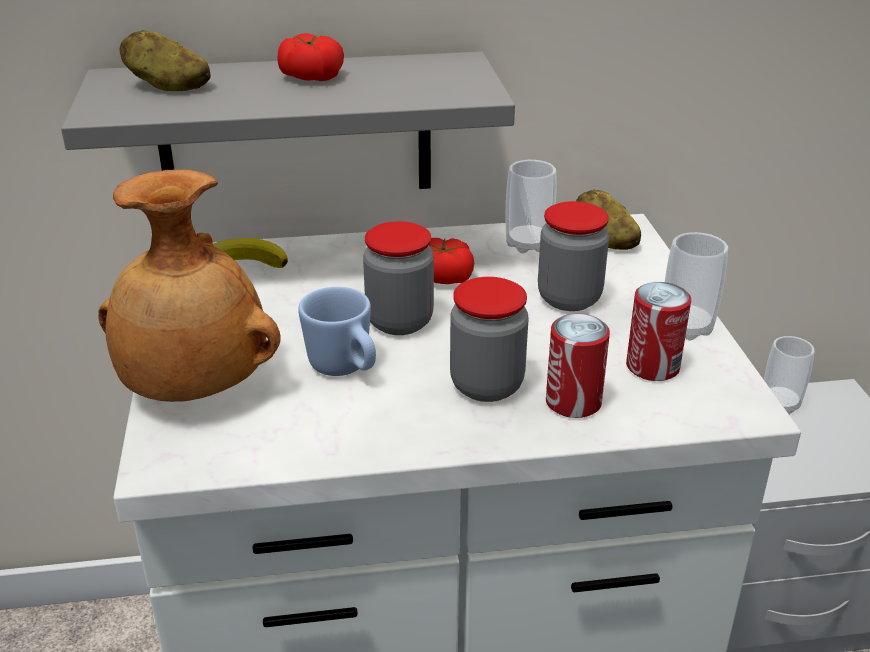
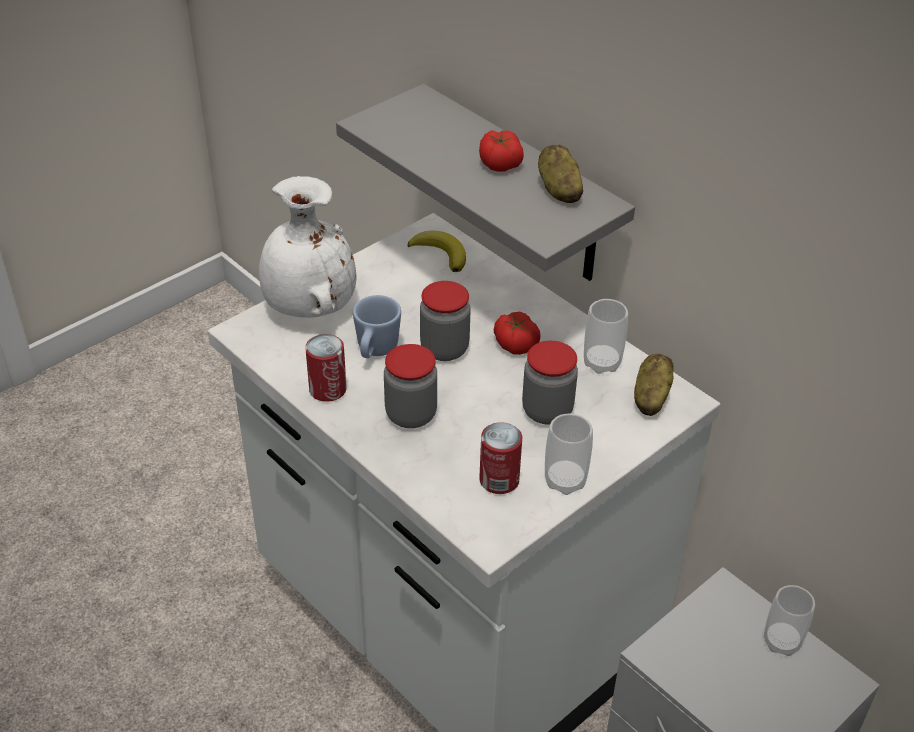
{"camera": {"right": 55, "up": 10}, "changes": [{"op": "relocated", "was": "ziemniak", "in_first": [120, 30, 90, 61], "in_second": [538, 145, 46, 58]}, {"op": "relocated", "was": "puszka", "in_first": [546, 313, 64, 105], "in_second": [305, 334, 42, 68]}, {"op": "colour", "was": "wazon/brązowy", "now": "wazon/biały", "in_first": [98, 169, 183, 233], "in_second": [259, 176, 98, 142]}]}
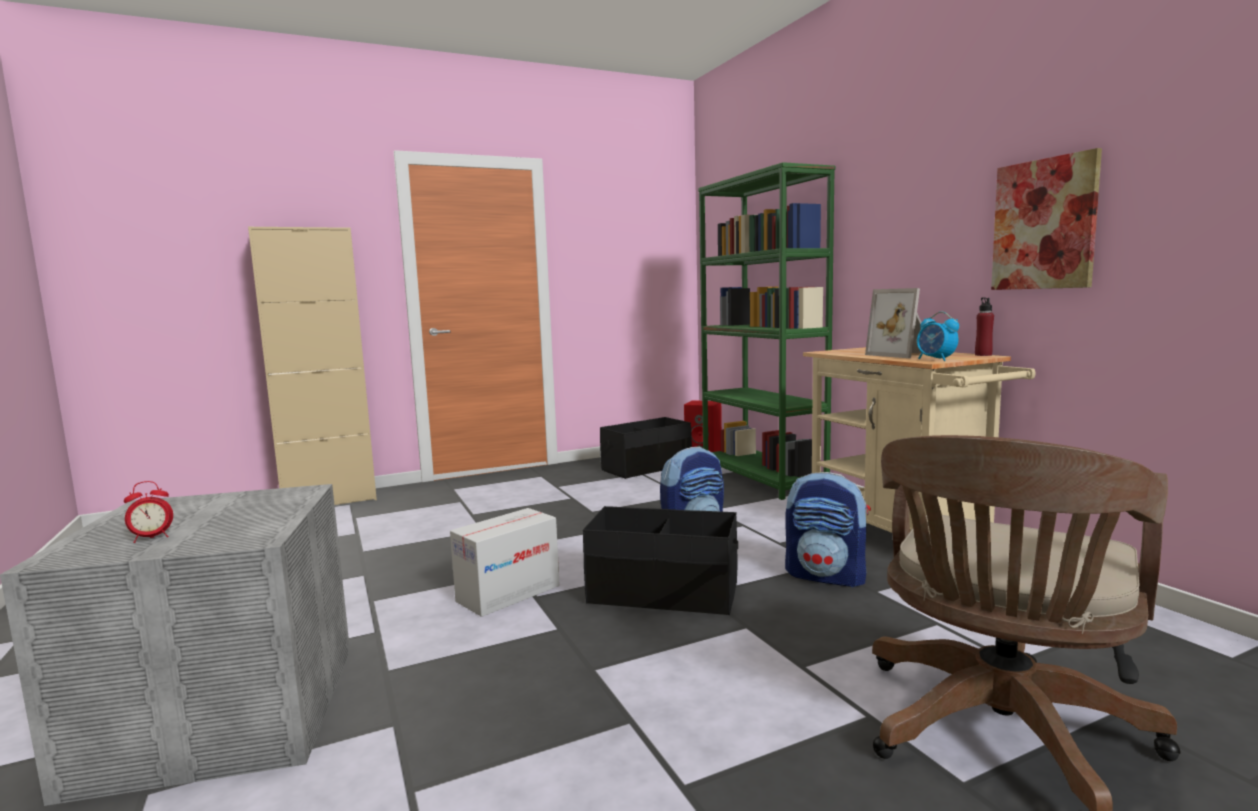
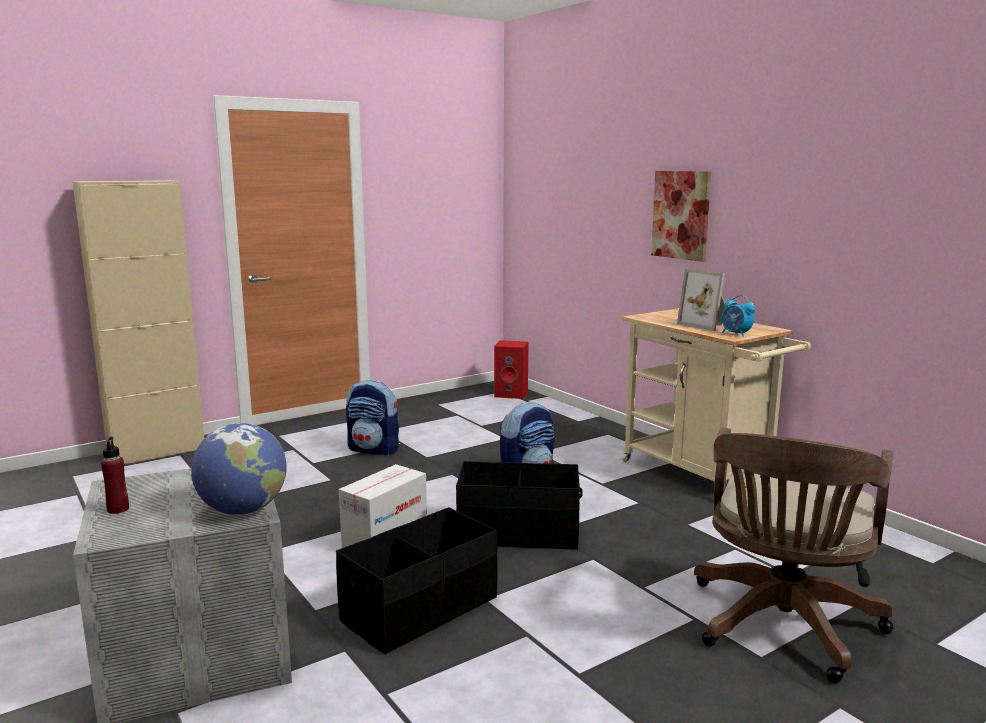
{"camera": {"right": -10, "up": 5}, "changes": [{"op": "missing", "was": "budzik", "in_first": [124, 481, 49, 62]}, {"op": "missing", "was": "regał/zielony", "in_first": [698, 162, 137, 338]}, {"op": "appeared", "now": "globus", "in_second": [191, 423, 96, 92]}, {"op": "relocated", "was": "pojemnik do przechowywania/czarny", "in_first": [600, 417, 92, 62], "in_second": [336, 507, 162, 147]}, {"op": "relocated", "was": "plecak", "in_first": [785, 472, 86, 115], "in_second": [346, 380, 53, 76]}, {"op": "relocated", "was": "butelka/czerwony", "in_first": [975, 297, 19, 59], "in_second": [101, 436, 28, 78]}, {"op": "relocated", "was": "obraz", "in_first": [991, 148, 111, 142], "in_second": [651, 171, 60, 91]}]}
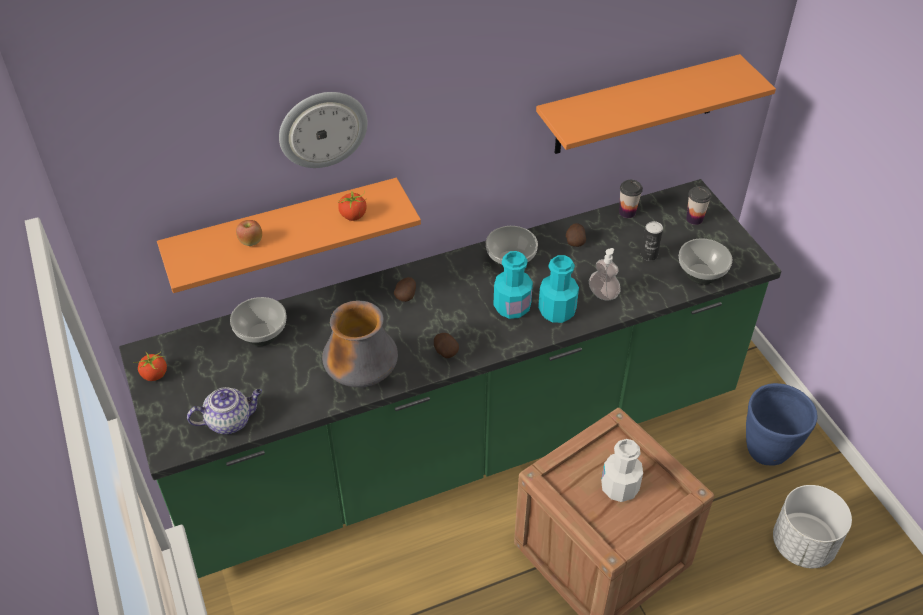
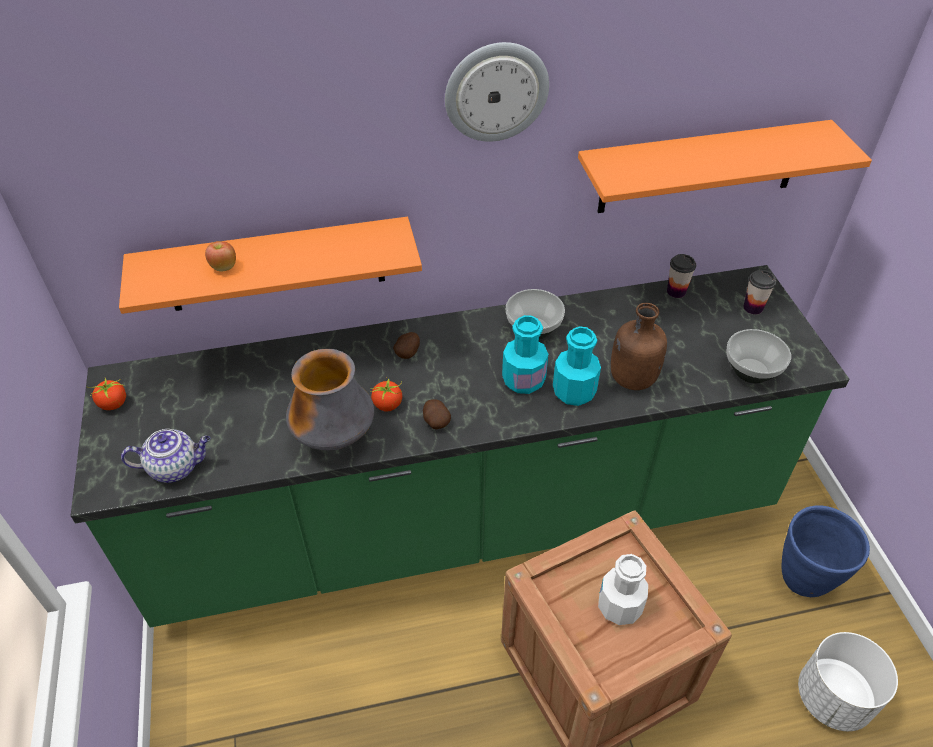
{"camera": {"right": 10, "up": 0}, "changes": [{"op": "missing", "was": "miska", "in_first": [230, 297, 57, 49]}, {"op": "missing", "was": "ziemniak", "in_first": [566, 223, 20, 24]}, {"op": "missing", "was": "puszka", "in_first": [641, 221, 22, 40]}, {"op": "relocated", "was": "zegar ścienny", "in_first": [279, 92, 89, 76], "in_second": [445, 42, 104, 100]}, {"op": "relocated", "was": "pomidor", "in_first": [338, 190, 29, 31], "in_second": [370, 377, 32, 35]}, {"op": "exchanged", "was": "dozownik mydła", "now": "butelka/brązowy", "in_first": [589, 248, 32, 53], "in_second": [611, 303, 56, 87]}]}
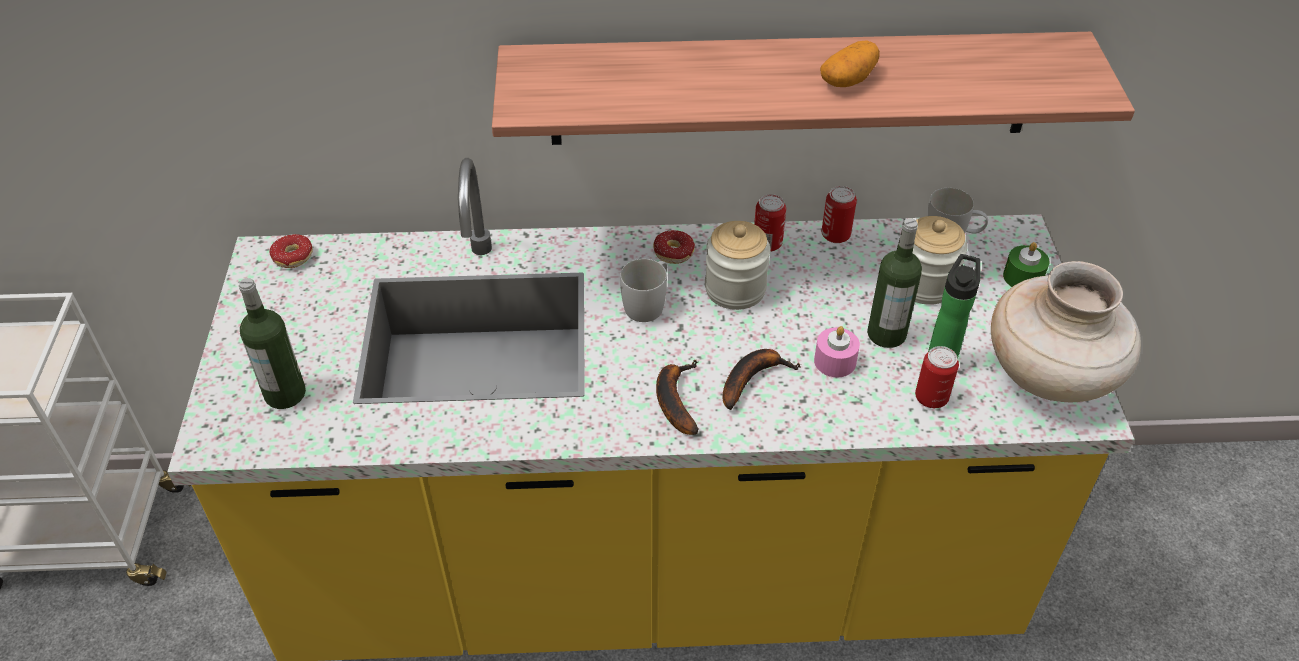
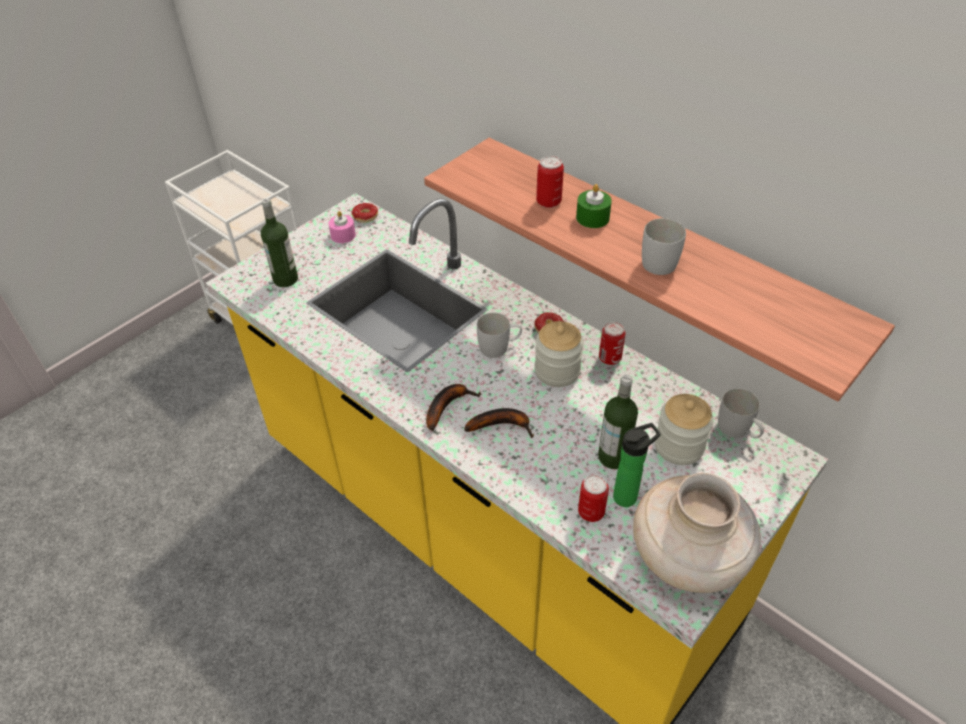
{"camera": {"right": 45, "up": 0}, "changes": [{"op": "relocated", "was": "świeca/różowy", "in_first": [814, 326, 46, 51], "in_second": [328, 211, 28, 32]}, {"op": "relocated", "was": "puszka", "in_first": [822, 186, 35, 57], "in_second": [536, 156, 28, 52]}, {"op": "relocated", "was": "świeca/zielony", "in_first": [1003, 242, 47, 45], "in_second": [576, 184, 36, 44]}, {"op": "exchanged", "was": "ziemniak", "now": "kubek/biały", "in_first": [820, 40, 60, 47], "in_second": [642, 218, 44, 57]}]}
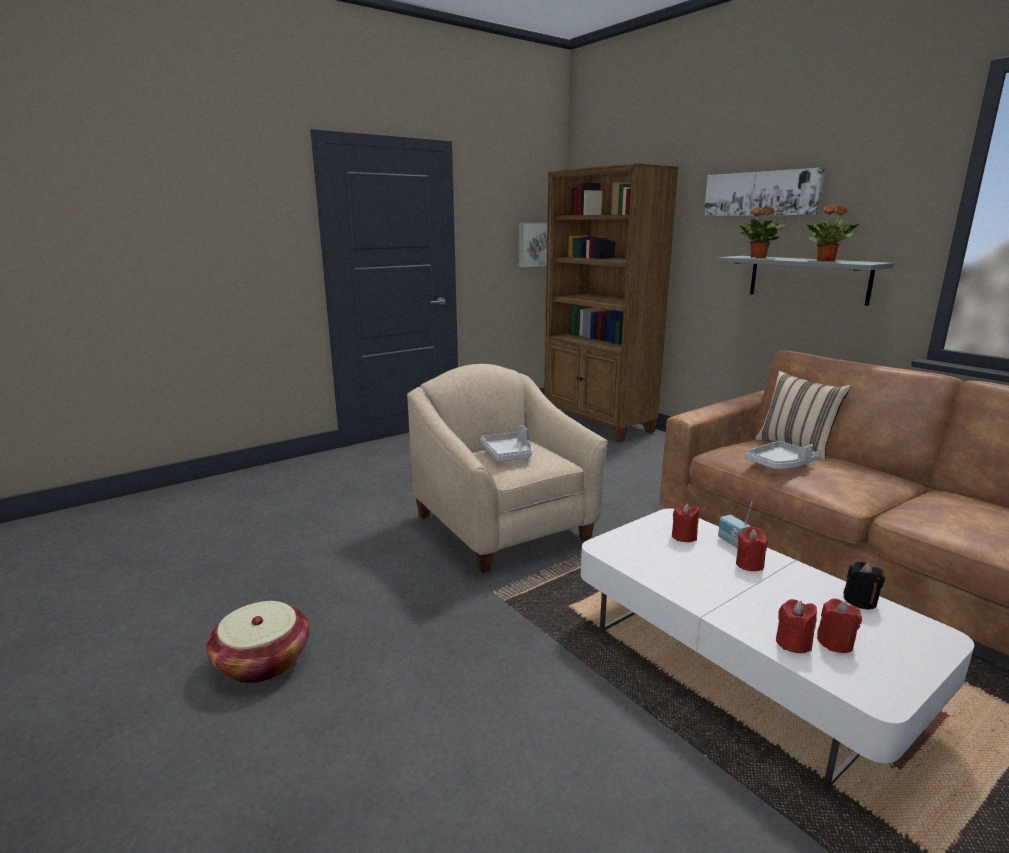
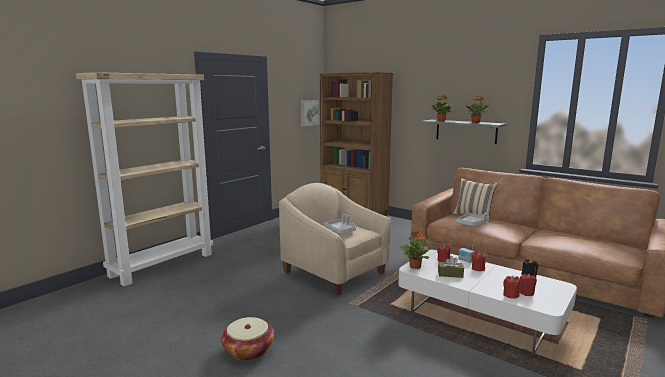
{"camera": {"right": -15, "up": -5}, "changes": [{"op": "missing", "was": "obraz", "in_first": [704, 168, 121, 48]}, {"op": "appeared", "now": "regał/beżowy", "in_second": [76, 72, 137, 214]}, {"op": "appeared", "now": "roślina doniczkowa", "in_second": [400, 231, 31, 38]}, {"op": "appeared", "now": "pudełko chusteczek/brązowy", "in_second": [438, 256, 26, 22]}]}
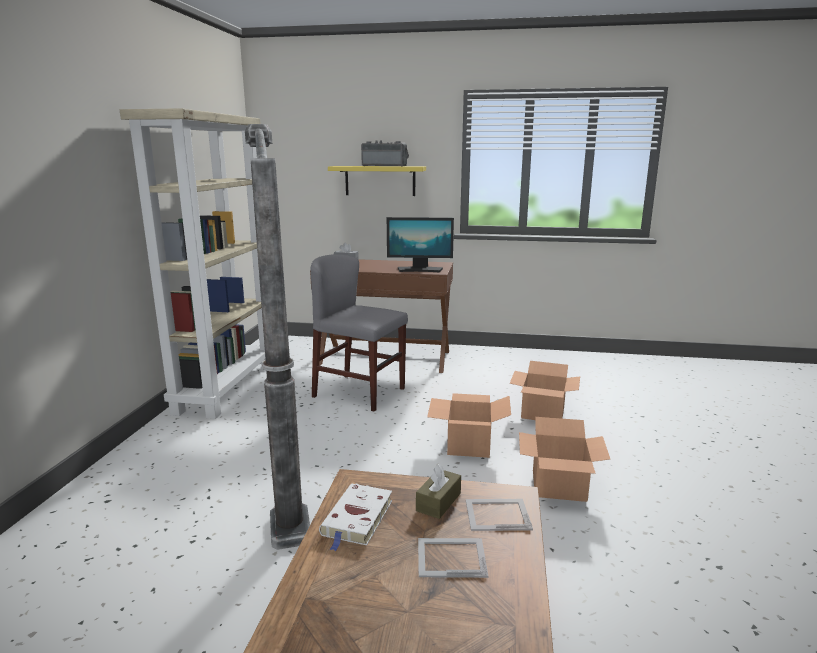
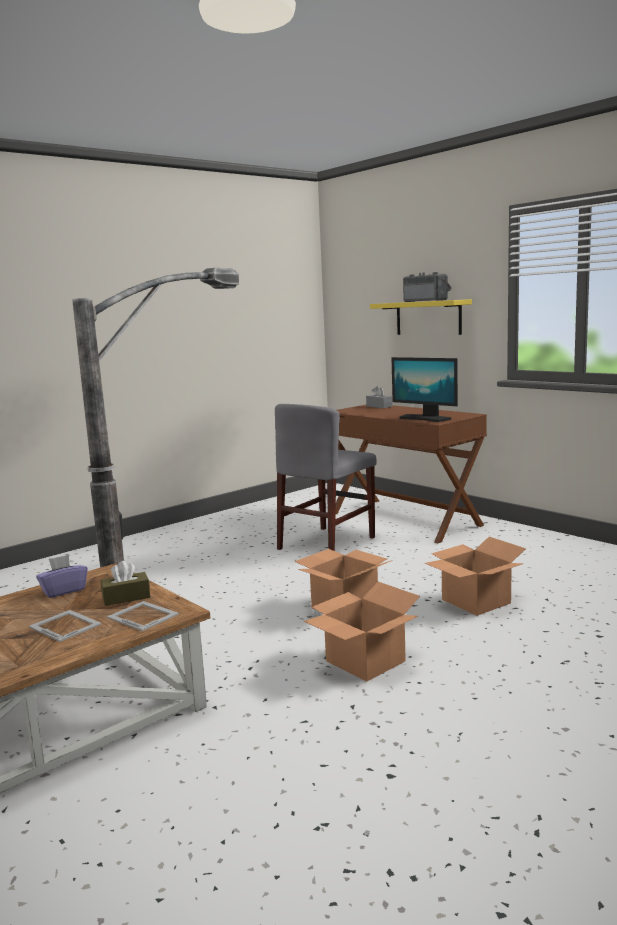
{"camera": {"right": 40, "up": -5}, "changes": [{"op": "missing", "was": "regał/beżowy", "in_first": [120, 108, 146, 311]}, {"op": "exchanged", "was": "książka/biały", "now": "pudełko chusteczek/fioletowy", "in_first": [319, 483, 73, 68], "in_second": [36, 554, 52, 44]}, {"op": "spun", "was": "krzesło/szary", "in_first": [310, 254, 98, 158], "in_second": [275, 404, 102, 147], "clockwise": -120}]}
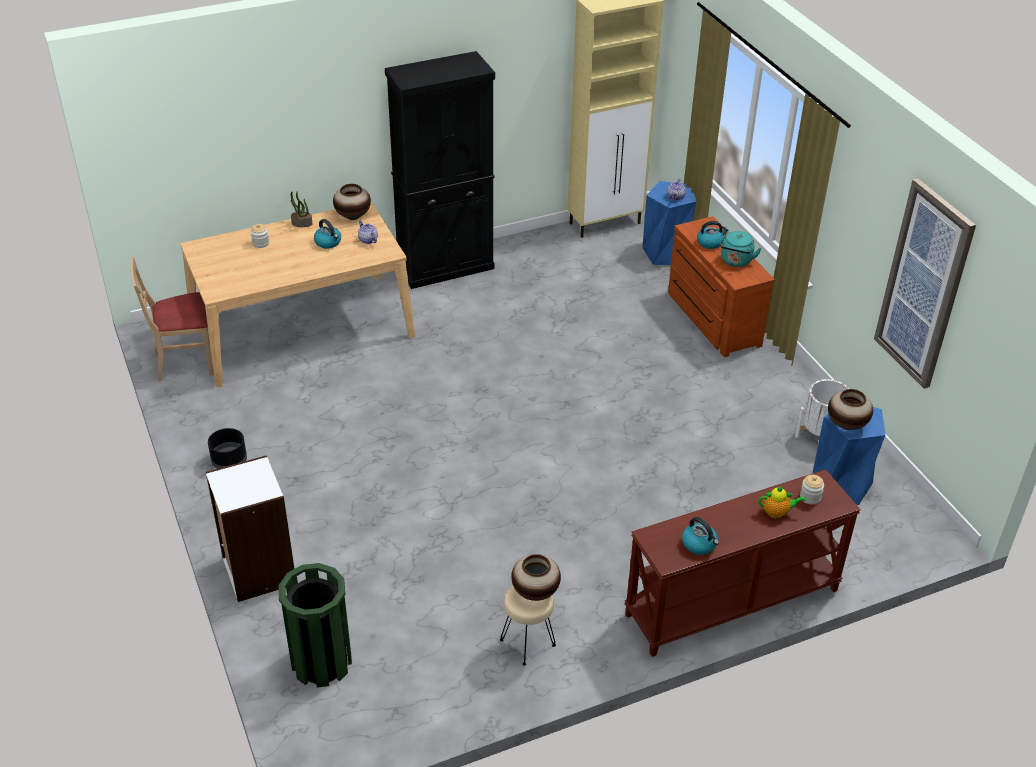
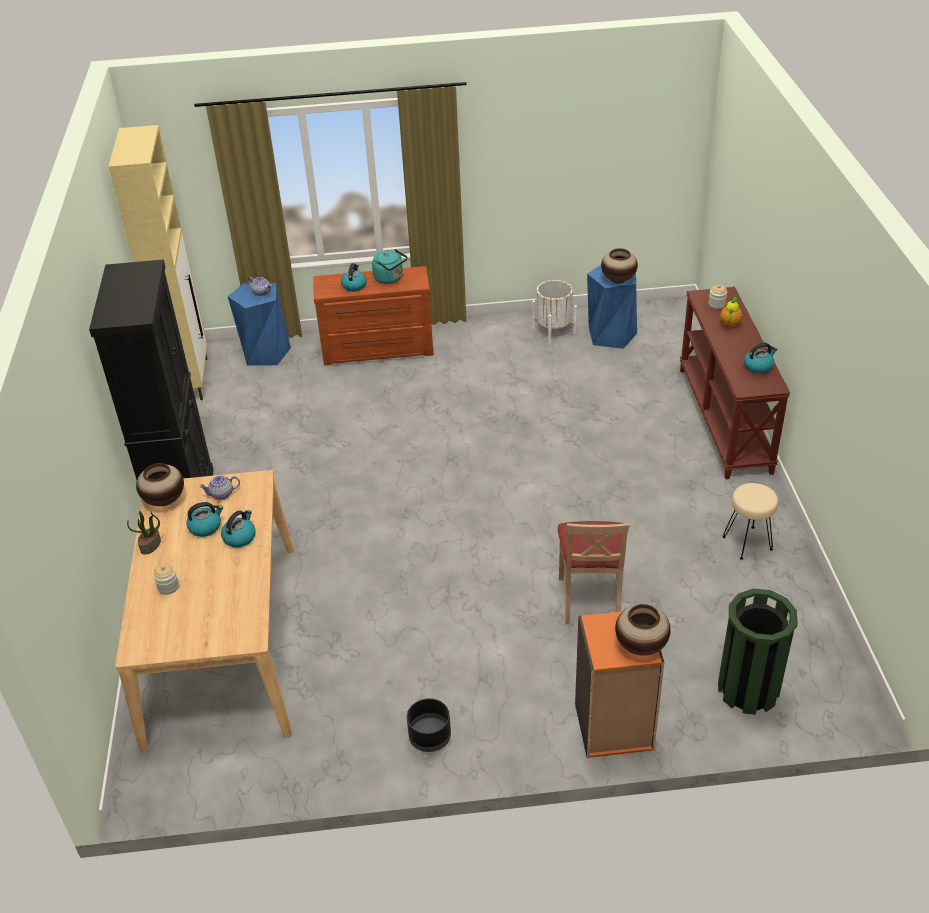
{"camera": {"right": -70, "up": 0}, "changes": [{"op": "missing", "was": "obraz", "in_first": [874, 178, 102, 211]}, {"op": "appeared", "now": "czajnik", "in_second": [221, 510, 35, 38]}, {"op": "relocated", "was": "krzesło/beżowy", "in_first": [130, 257, 84, 125], "in_second": [558, 521, 72, 103]}, {"op": "relocated", "was": "wazon", "in_first": [511, 554, 50, 47], "in_second": [615, 604, 56, 52]}, {"op": "colour", "was": "regał/biały", "now": "regał/pomarańczowy", "in_first": [206, 455, 88, 147], "in_second": [575, 611, 89, 147]}]}
